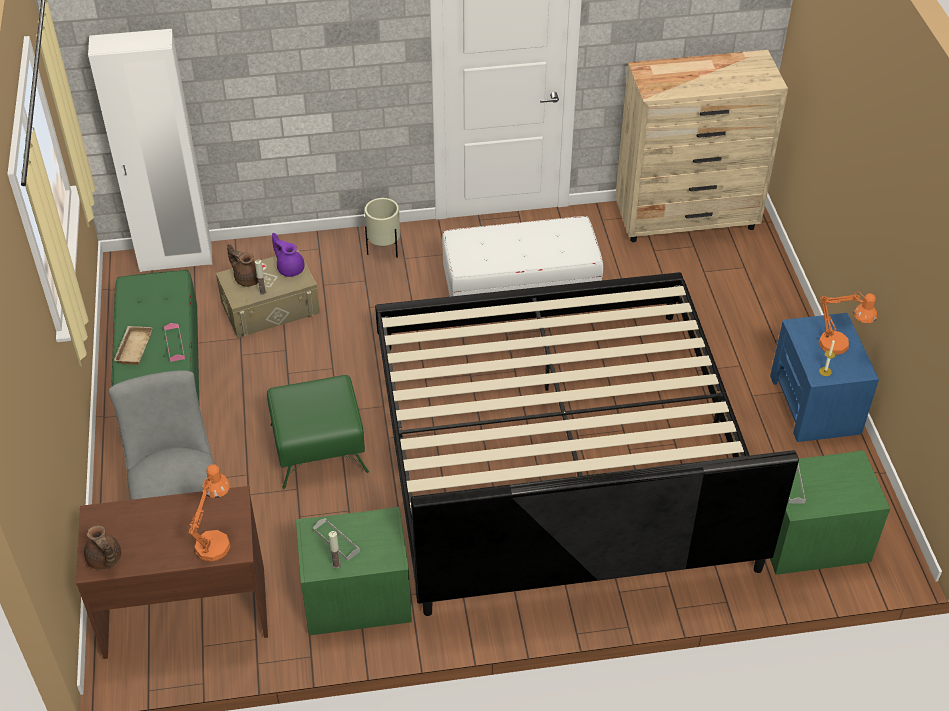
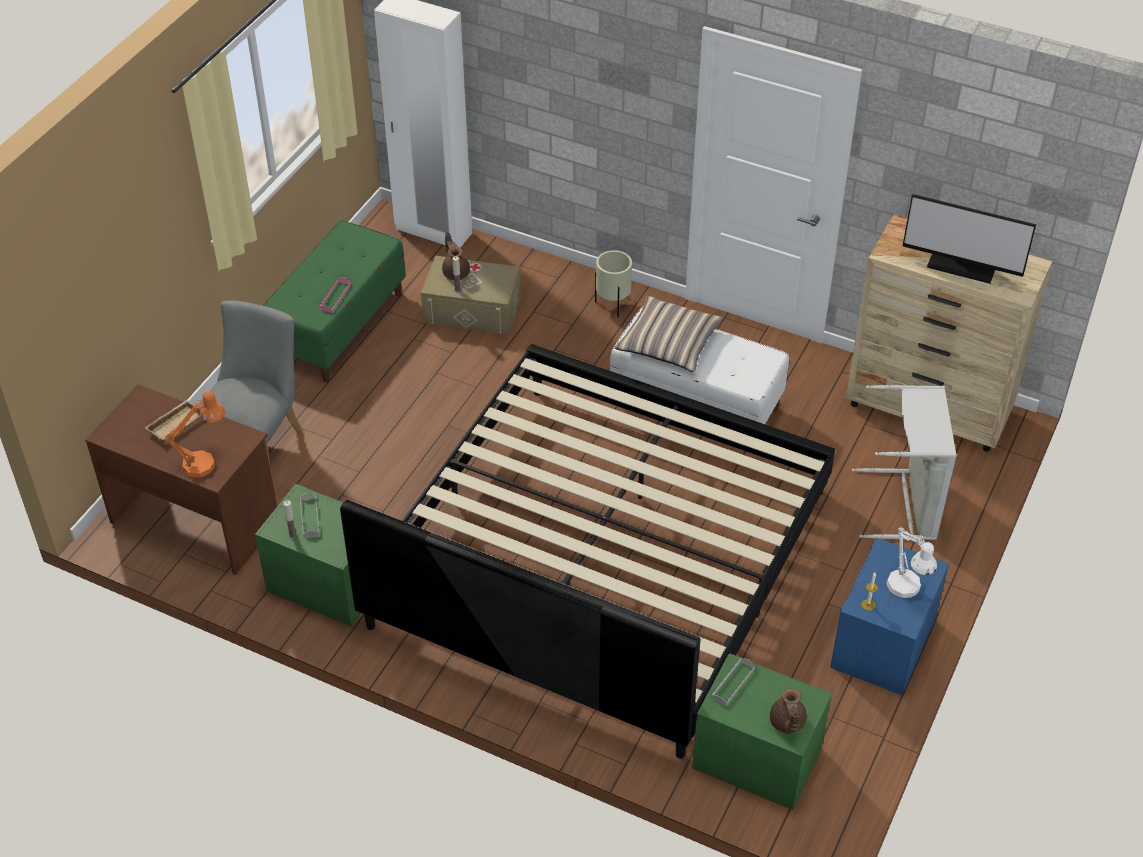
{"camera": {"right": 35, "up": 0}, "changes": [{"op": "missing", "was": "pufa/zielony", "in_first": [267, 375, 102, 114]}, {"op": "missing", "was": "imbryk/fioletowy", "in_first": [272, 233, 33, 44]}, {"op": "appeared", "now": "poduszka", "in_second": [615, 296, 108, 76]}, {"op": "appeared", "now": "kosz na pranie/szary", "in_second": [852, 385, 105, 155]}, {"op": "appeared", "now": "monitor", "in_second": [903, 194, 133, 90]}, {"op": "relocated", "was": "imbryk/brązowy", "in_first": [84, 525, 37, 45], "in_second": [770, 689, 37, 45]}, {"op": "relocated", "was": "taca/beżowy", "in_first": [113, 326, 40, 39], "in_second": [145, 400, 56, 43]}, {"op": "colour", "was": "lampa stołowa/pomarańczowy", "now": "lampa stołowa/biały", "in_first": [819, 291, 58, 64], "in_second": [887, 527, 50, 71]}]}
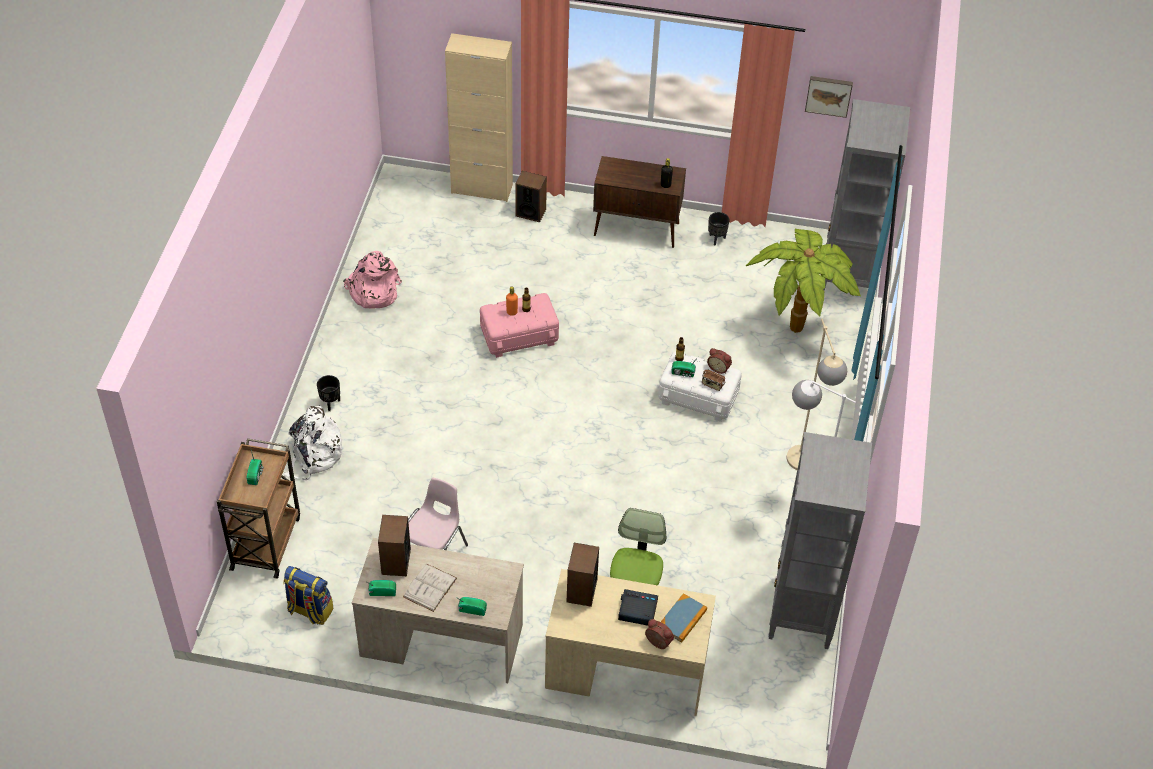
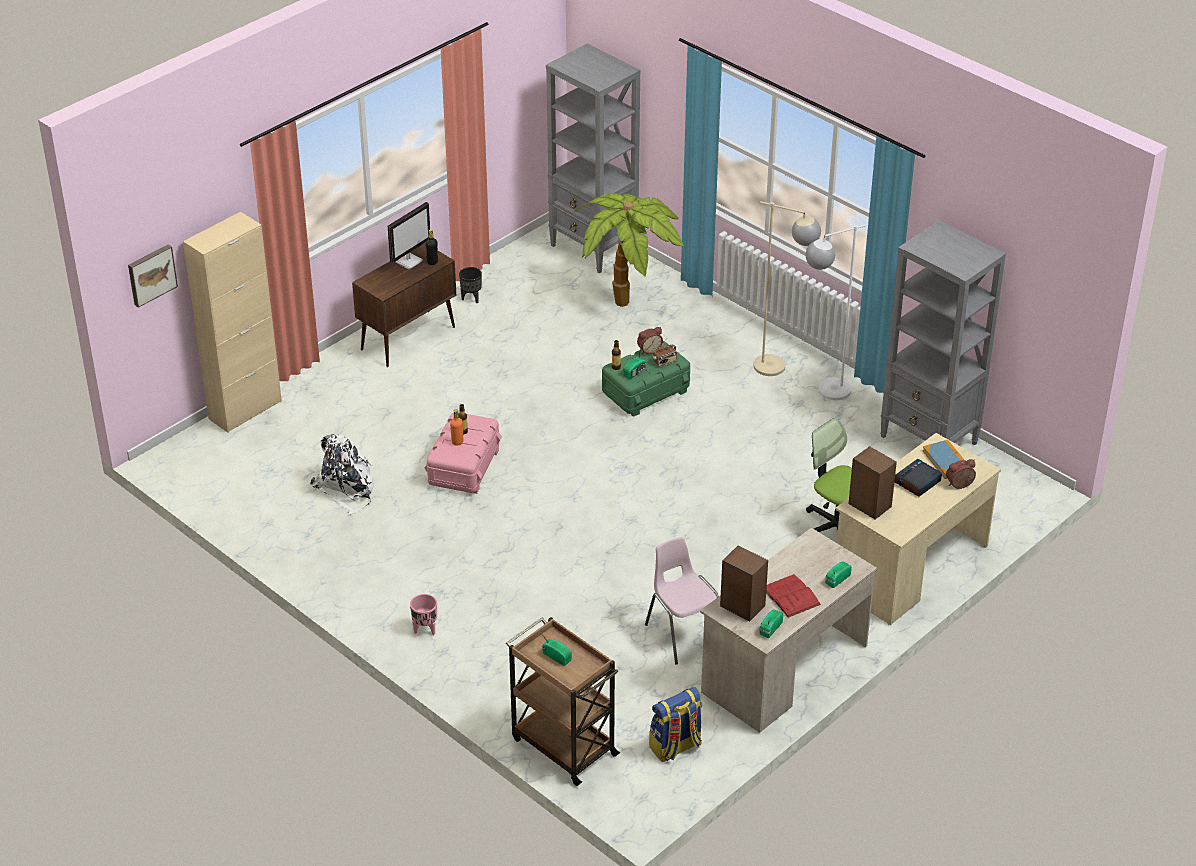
{"camera": {"right": -55, "up": -10}, "changes": [{"op": "missing", "was": "plecak/różowy", "in_first": [343, 251, 59, 57]}, {"op": "missing", "was": "głośnik", "in_first": [515, 171, 32, 51]}, {"op": "appeared", "now": "monitor", "in_second": [388, 202, 42, 67]}, {"op": "relocated", "was": "plecak/biały", "in_first": [283, 406, 61, 74], "in_second": [310, 434, 64, 81]}, {"op": "relocated", "was": "obraz", "in_first": [805, 76, 48, 42], "in_second": [128, 244, 50, 64]}, {"op": "colour", "was": "donica/czarny", "now": "donica/różowy", "in_first": [317, 375, 23, 36], "in_second": [410, 594, 27, 41]}, {"op": "colour", "was": "książka/biały", "now": "książka/czerwony", "in_first": [403, 564, 54, 48], "in_second": [766, 574, 55, 44]}, {"op": "colour", "was": "pojemnik do przechowywania/biały", "now": "pojemnik do przechowywania/zielony", "in_first": [658, 351, 84, 71], "in_second": [602, 341, 88, 76]}]}
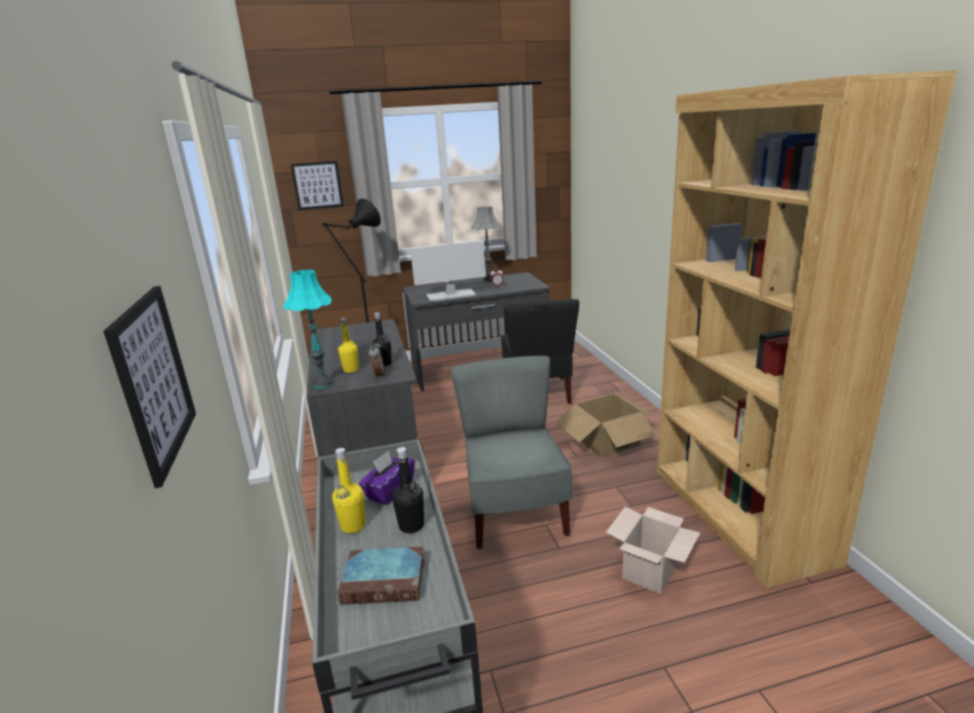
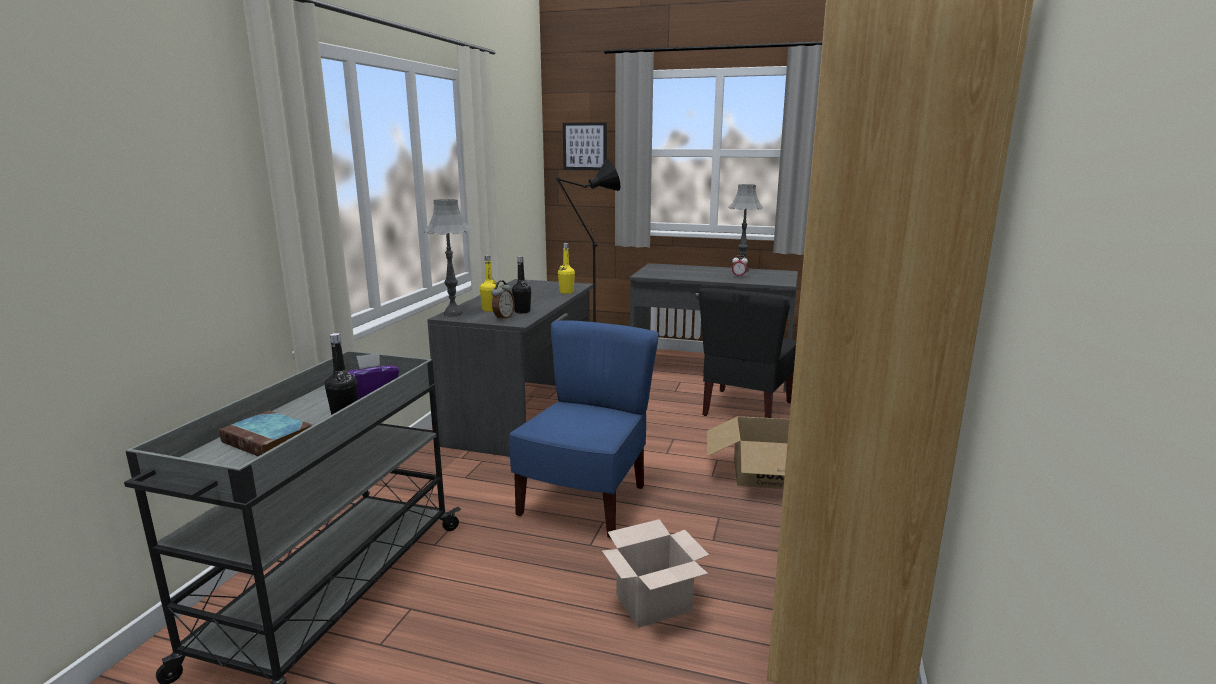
{"camera": {"right": 30, "up": -5}, "changes": [{"op": "missing", "was": "obraz", "in_first": [103, 286, 93, 202]}, {"op": "missing", "was": "monitor", "in_first": [410, 241, 76, 60]}, {"op": "relocated", "was": "butelka/żółty", "in_first": [332, 448, 34, 85], "in_second": [558, 243, 17, 51]}, {"op": "colour", "was": "lampa stołowa/turkusowy", "now": "lampa stołowa/szary", "in_first": [283, 269, 50, 119], "in_second": [424, 199, 47, 118]}, {"op": "colour", "was": "krzesło/szary", "now": "krzesło/niebieski", "in_first": [451, 356, 121, 193], "in_second": [509, 320, 150, 219]}]}
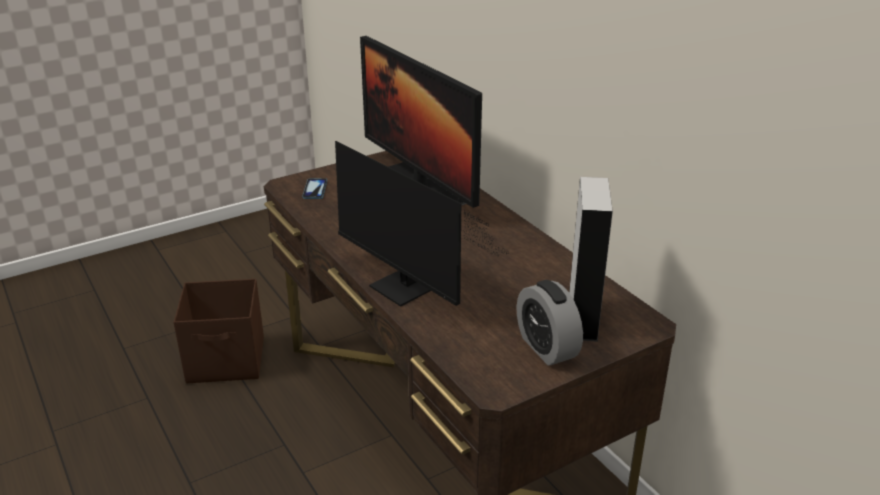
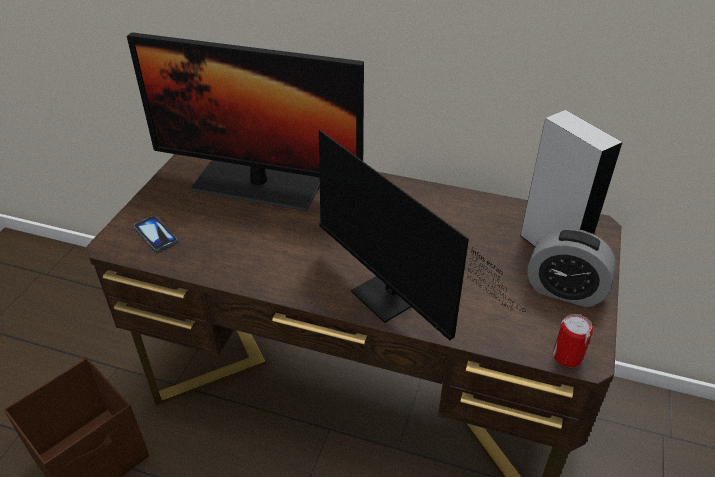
{"camera": {"right": -40, "up": 10}, "changes": [{"op": "appeared", "now": "puszka", "in_second": [553, 314, 40, 53]}, {"op": "spun", "was": "monitor", "in_first": [335, 141, 174, 166], "in_second": [319, 130, 207, 211], "clockwise": 45}]}
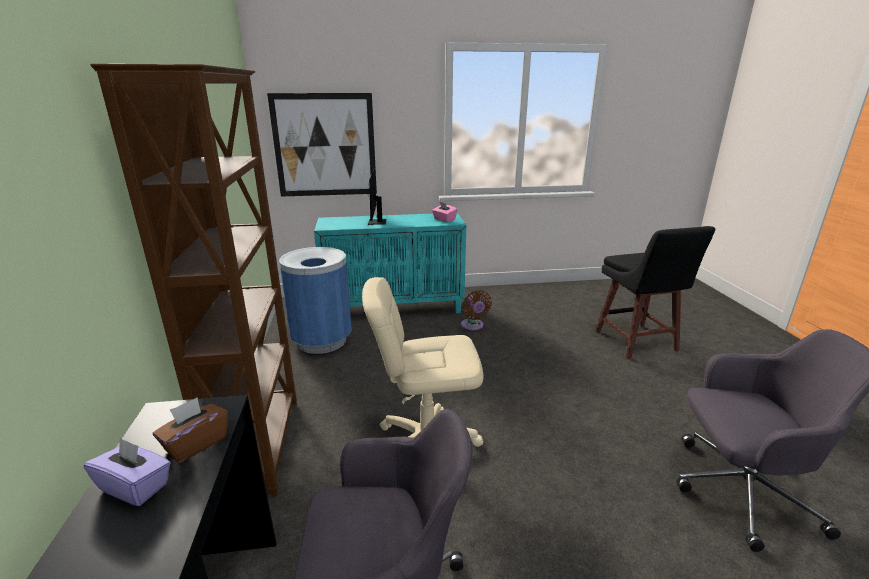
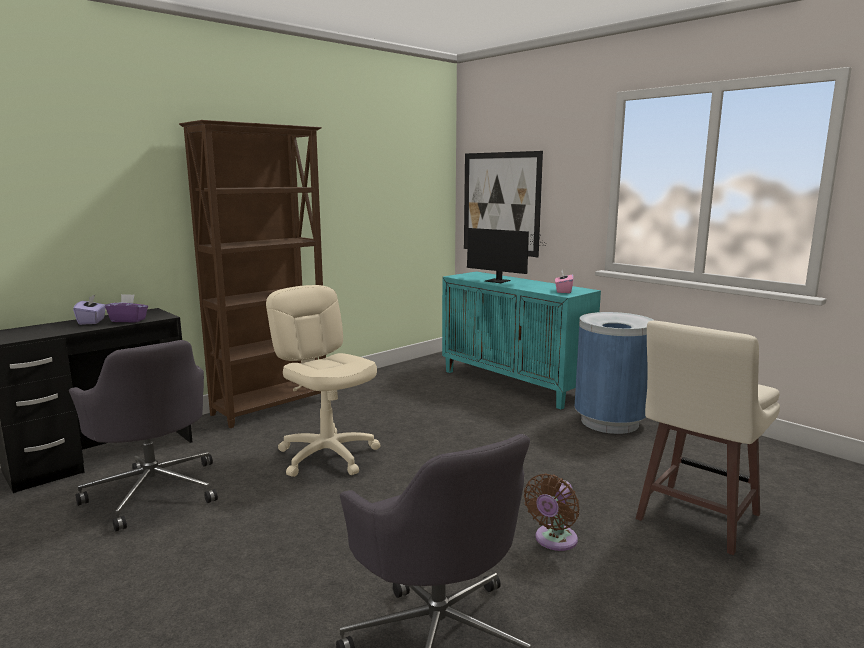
{"camera": {"right": 55, "up": -10}, "changes": [{"op": "relocated", "was": "kosz na śmieci/niebieski", "in_first": [279, 247, 73, 107], "in_second": [574, 312, 81, 122]}, {"op": "relocated", "was": "wentylator/brązowy", "in_first": [461, 290, 31, 40], "in_second": [524, 473, 56, 78]}, {"op": "colour", "was": "pudełko chusteczek/brązowy", "now": "pudełko chusteczek/fioletowy", "in_first": [153, 397, 75, 66], "in_second": [105, 294, 43, 29]}, {"op": "colour", "was": "stołek/czarny", "now": "stołek/beżowy", "in_first": [595, 226, 120, 133], "in_second": [636, 321, 144, 234]}, {"op": "spun", "was": "monitor", "in_first": [368, 168, 18, 57], "in_second": [467, 228, 79, 55], "clockwise": -105}]}
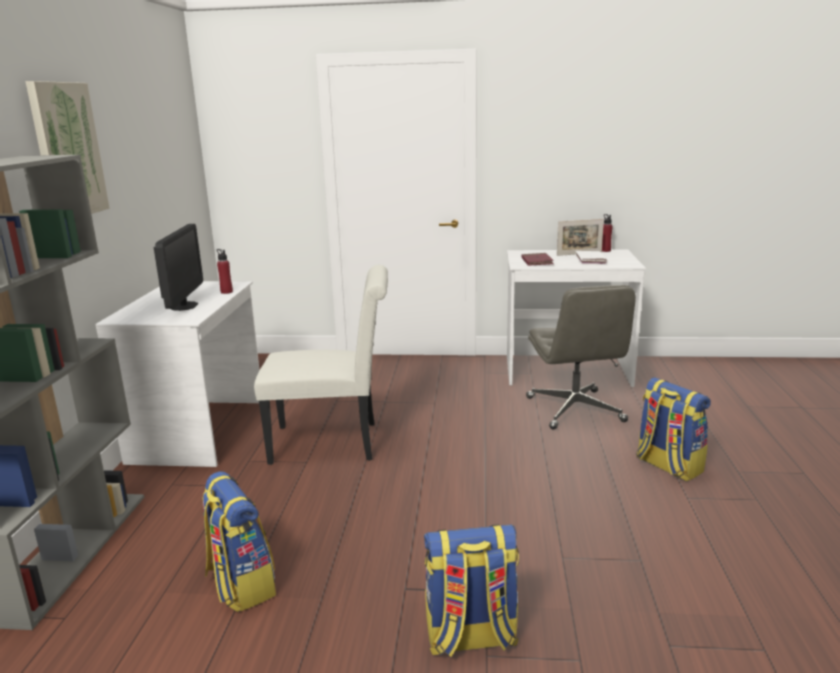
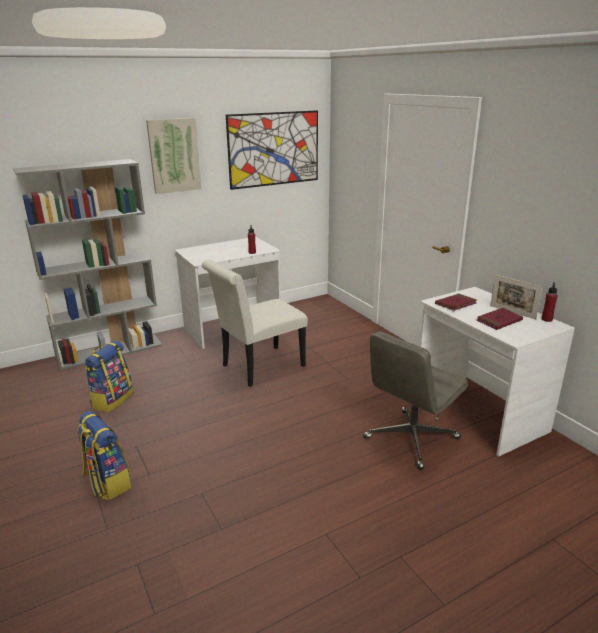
{"camera": {"right": 55, "up": 5}, "changes": [{"op": "missing", "was": "monitor", "in_first": [154, 224, 49, 87]}, {"op": "missing", "was": "plecak", "in_first": [636, 377, 75, 105]}, {"op": "appeared", "now": "obraz", "in_second": [226, 110, 92, 80]}, {"op": "colour", "was": "książka/biały", "now": "książka/czerwony", "in_first": [575, 251, 33, 14], "in_second": [477, 308, 46, 22]}, {"op": "spun", "was": "krzesło/biały", "in_first": [254, 265, 134, 200], "in_second": [202, 260, 106, 127], "clockwise": 90}]}
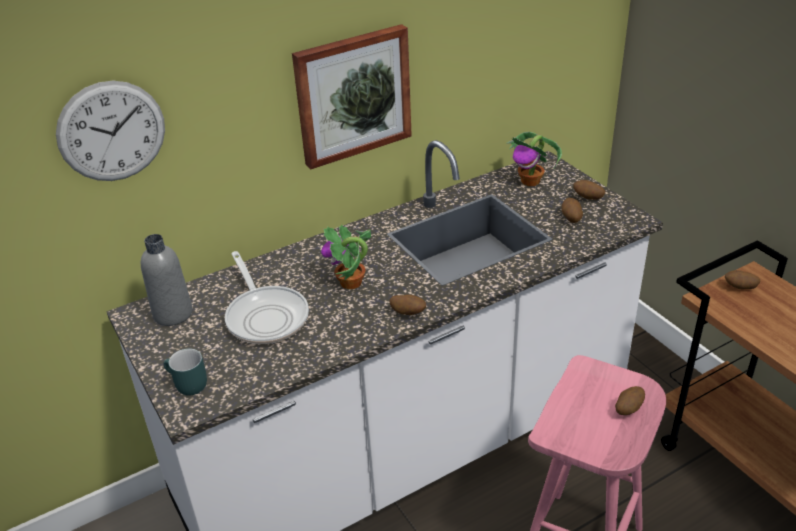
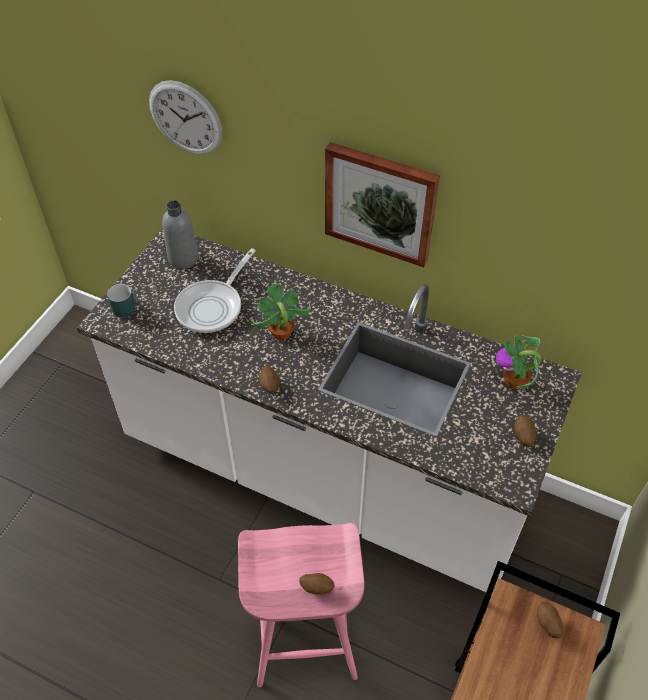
{"camera": {"right": 55, "up": 15}, "changes": [{"op": "missing", "was": "ziemniak", "in_first": [561, 198, 22, 25]}]}
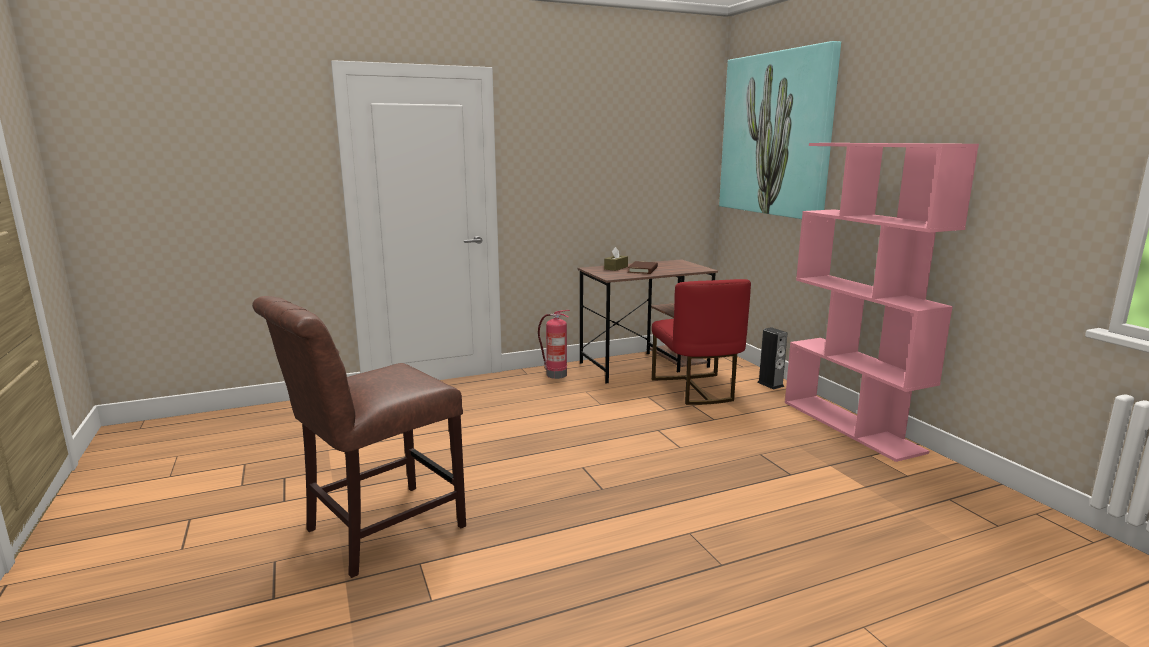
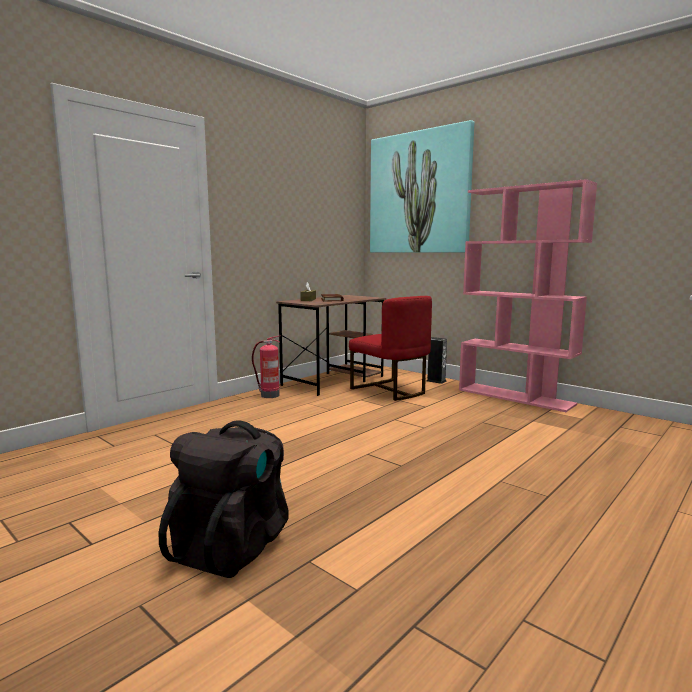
{"camera": {"right": -25, "up": -5}, "changes": [{"op": "exchanged", "was": "krzesło/brązowy", "now": "plecak/czarny", "in_first": [252, 296, 214, 282], "in_second": [159, 420, 130, 158]}]}
